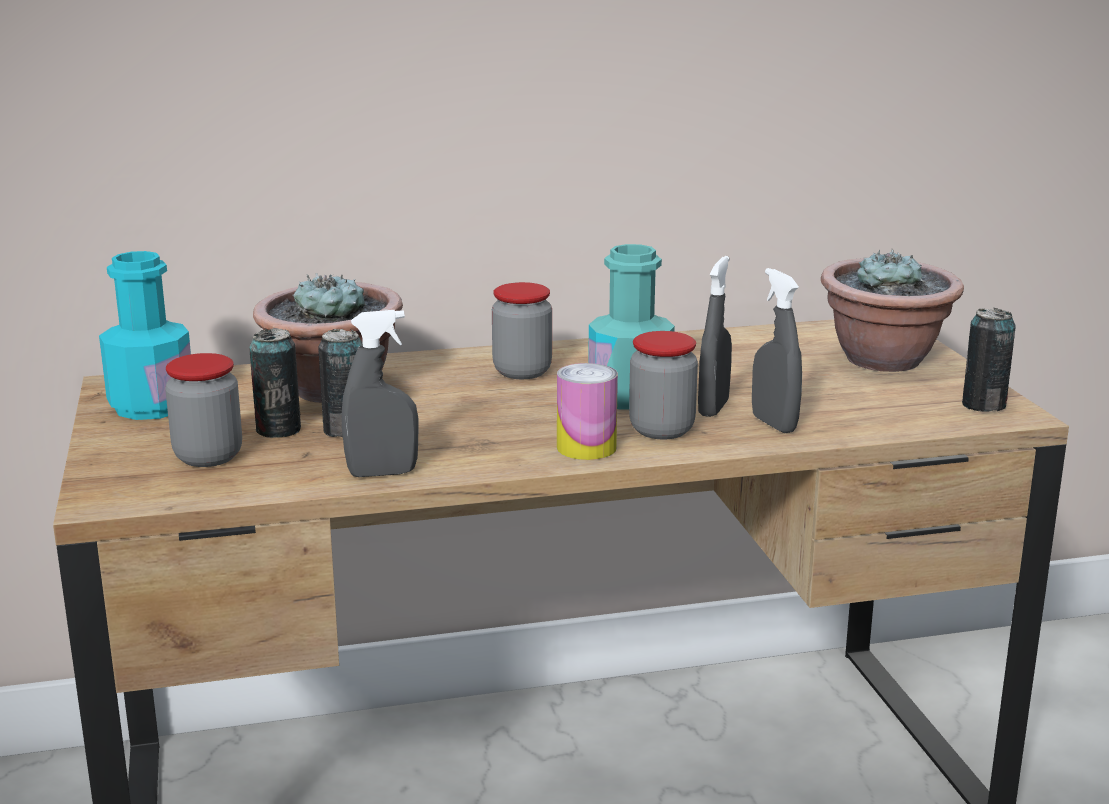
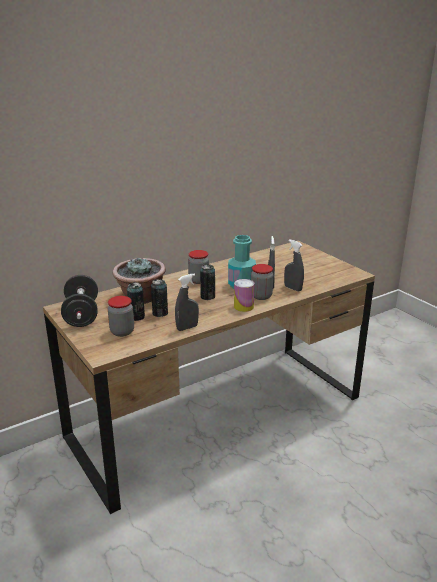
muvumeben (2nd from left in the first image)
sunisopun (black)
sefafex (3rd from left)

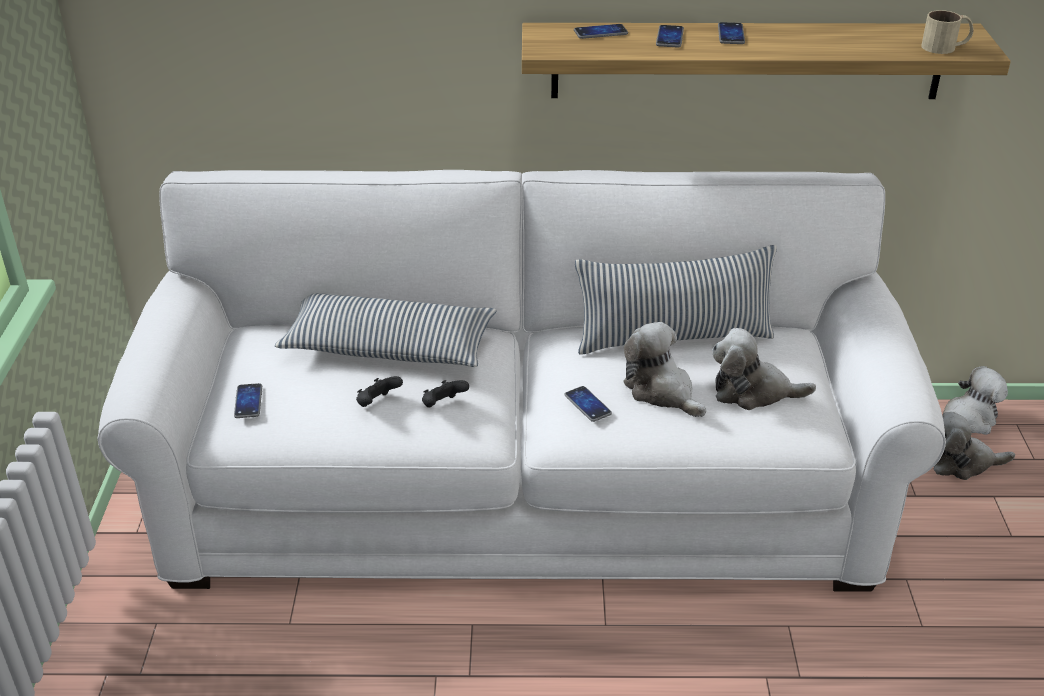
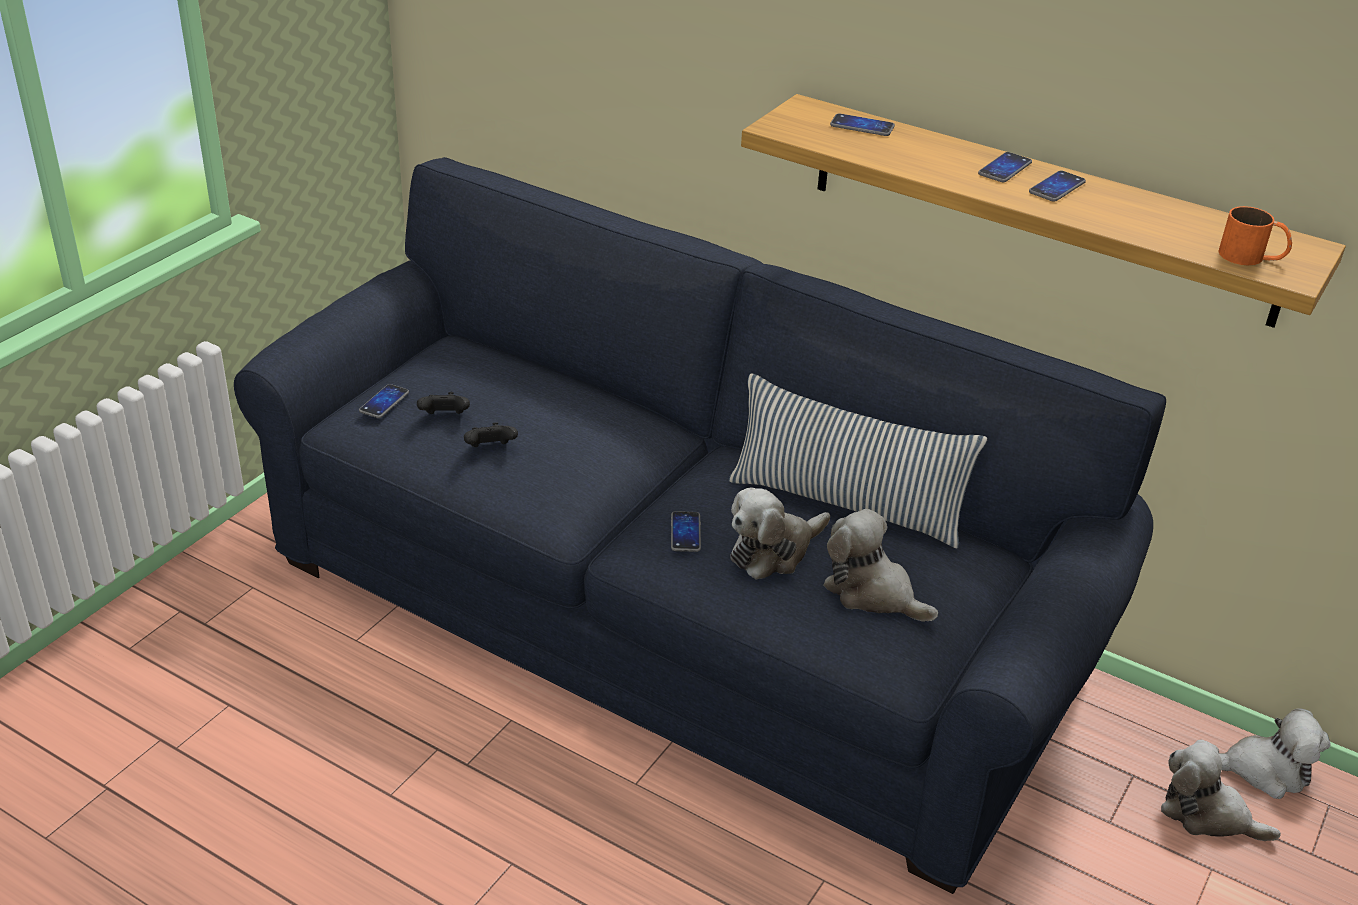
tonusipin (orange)
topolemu (5th from left)
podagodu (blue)
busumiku (1st from left in the first image)
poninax (1st from left)
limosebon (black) (1st from left)

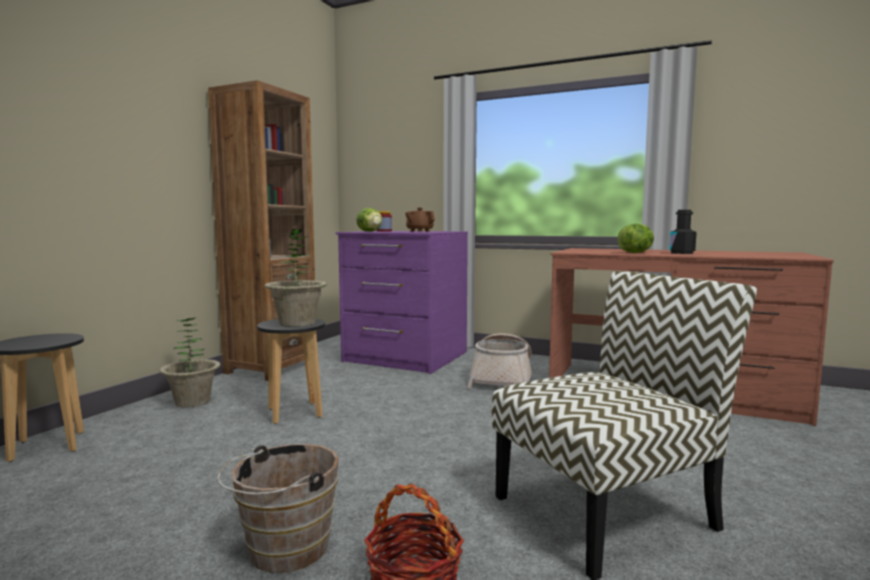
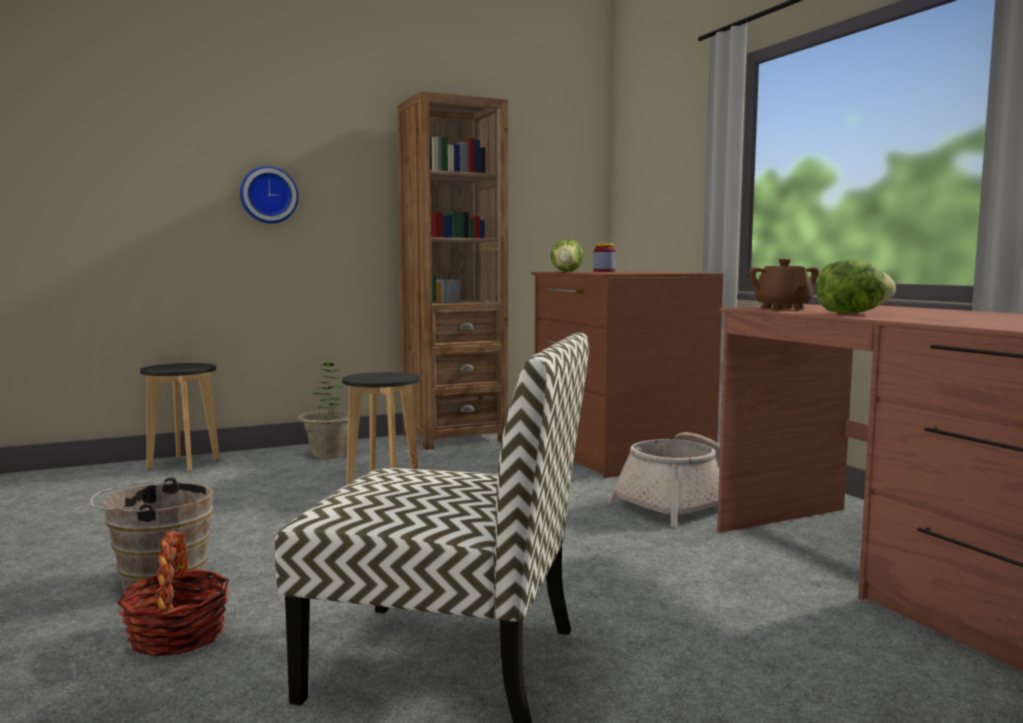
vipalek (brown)
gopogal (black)
muvumeben (2nd from left in the first image)
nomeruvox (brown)
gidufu

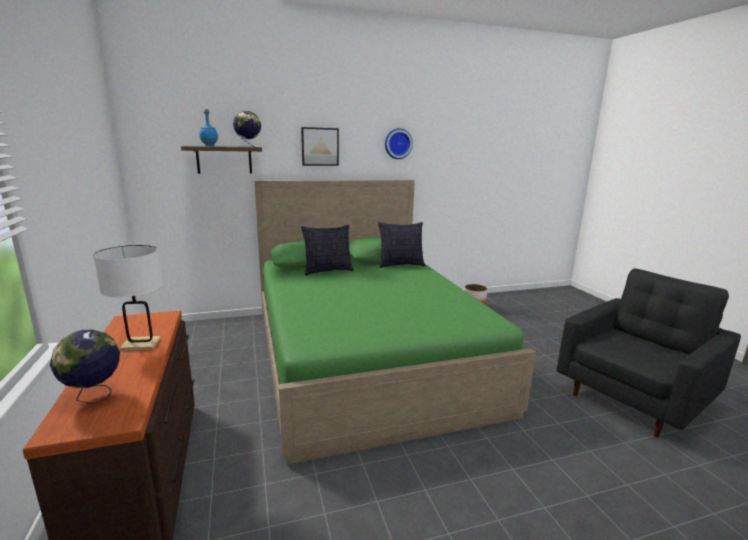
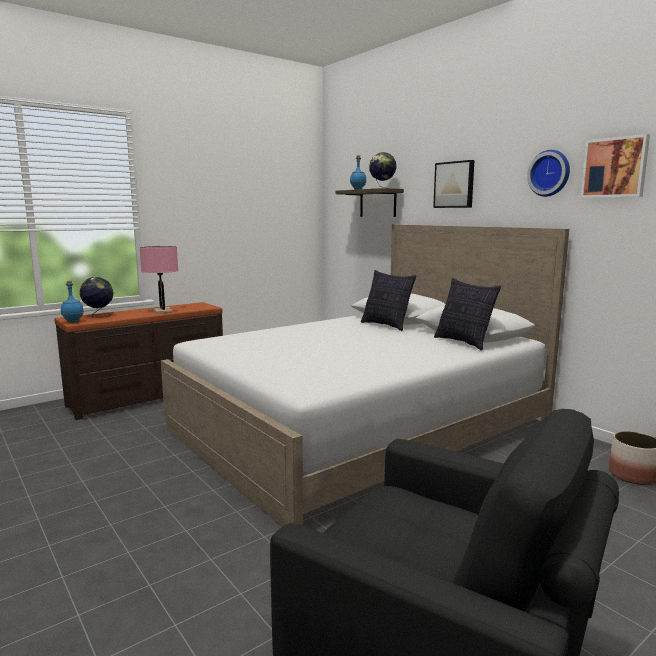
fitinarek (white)
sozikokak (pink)
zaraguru (2nd from left)
gopogal (blue) (1st from left)

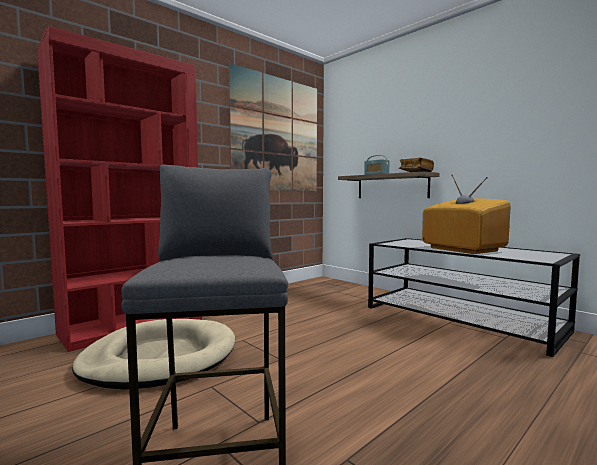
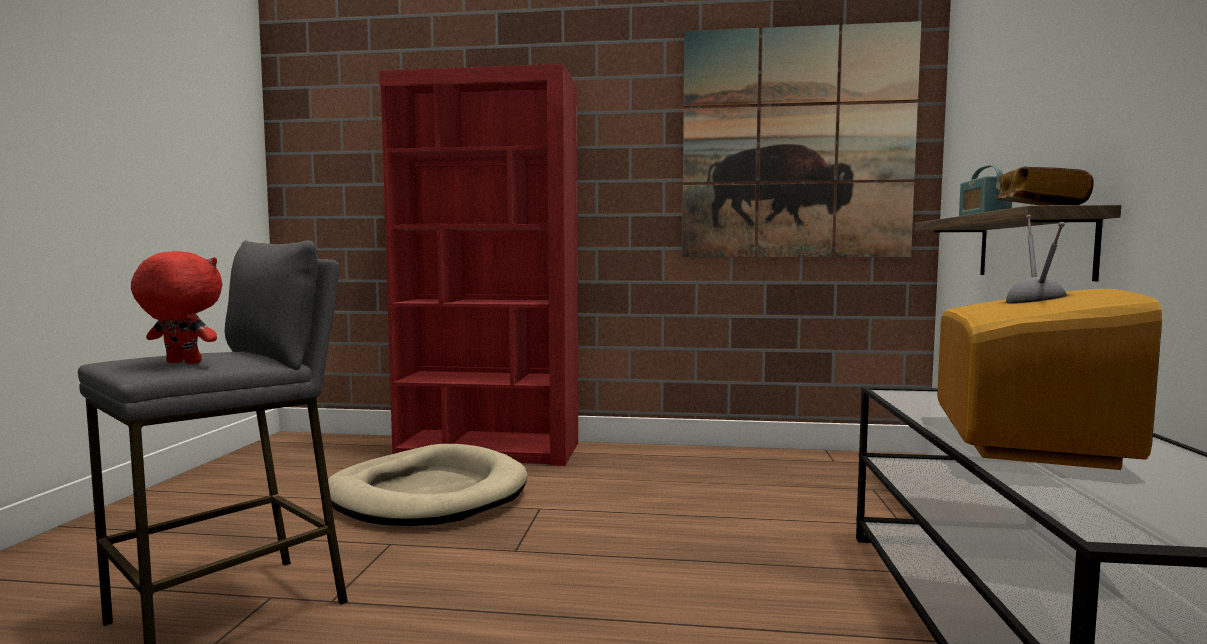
poninax (red)

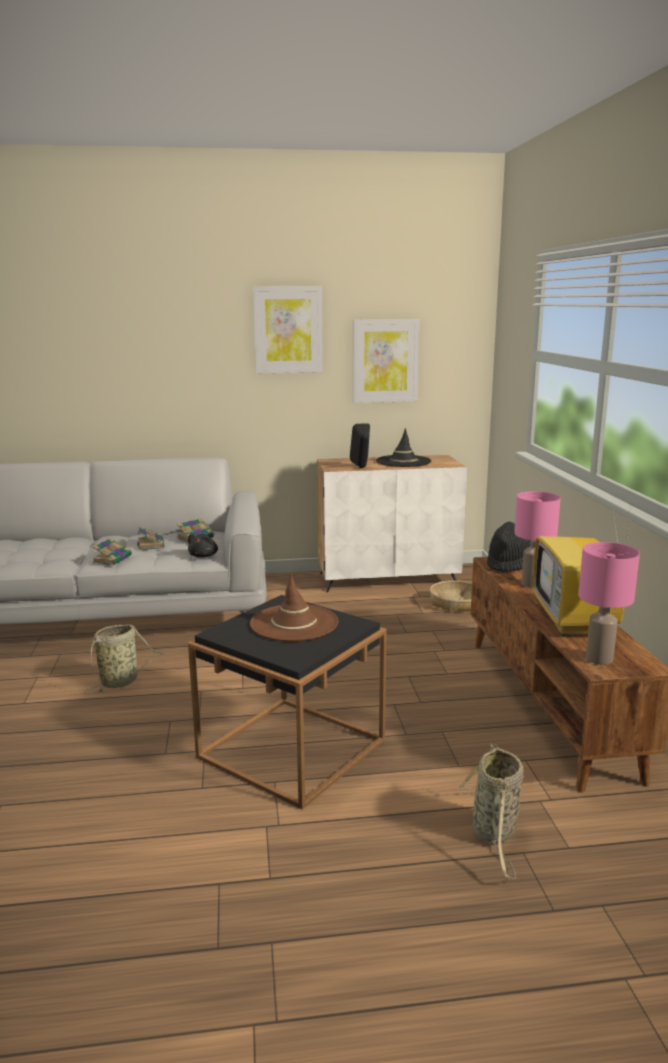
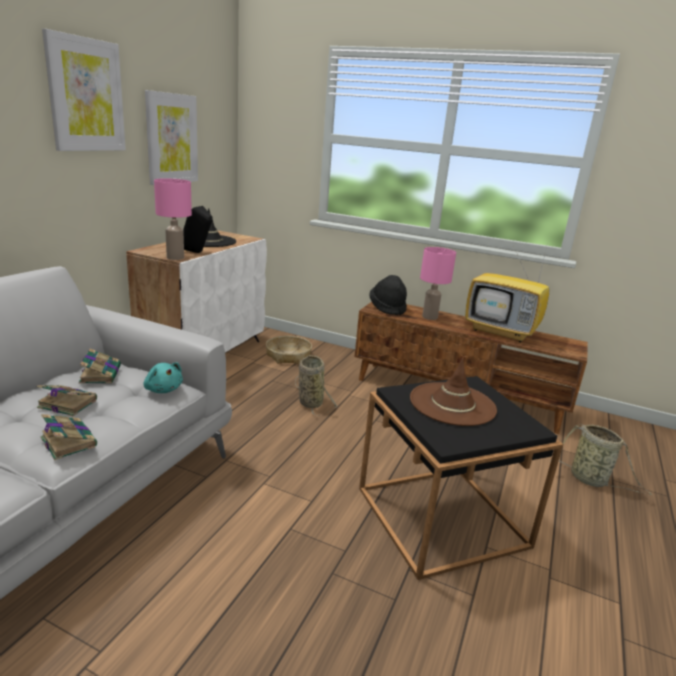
poninax (turquoise)
sozikokak (pink) (1st from left)
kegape (2nd from left)

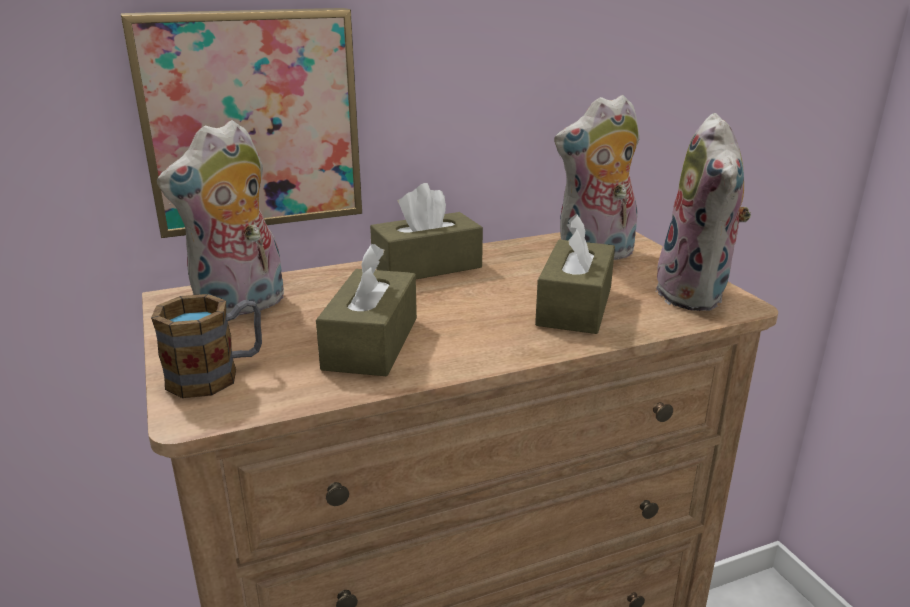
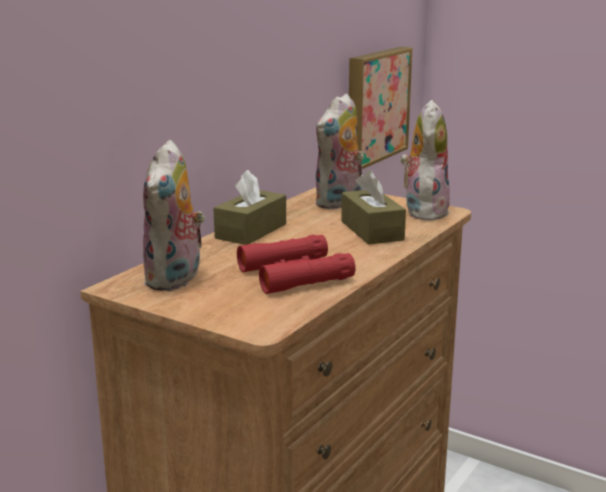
zaraguru
poninax (3rd from left)
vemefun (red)
tonusipin

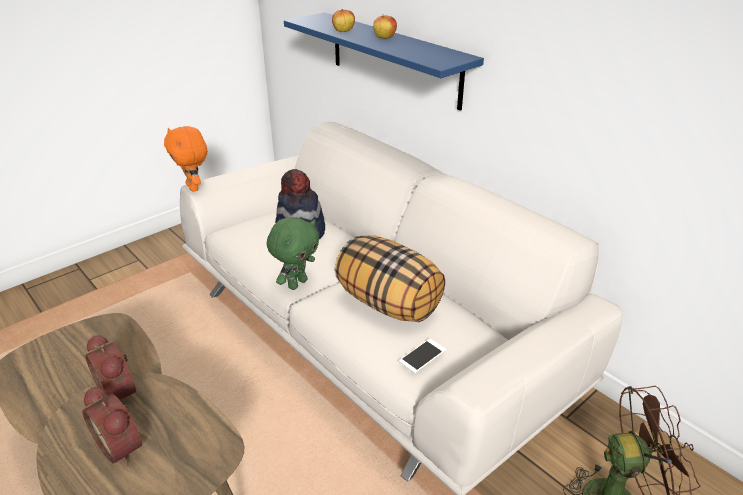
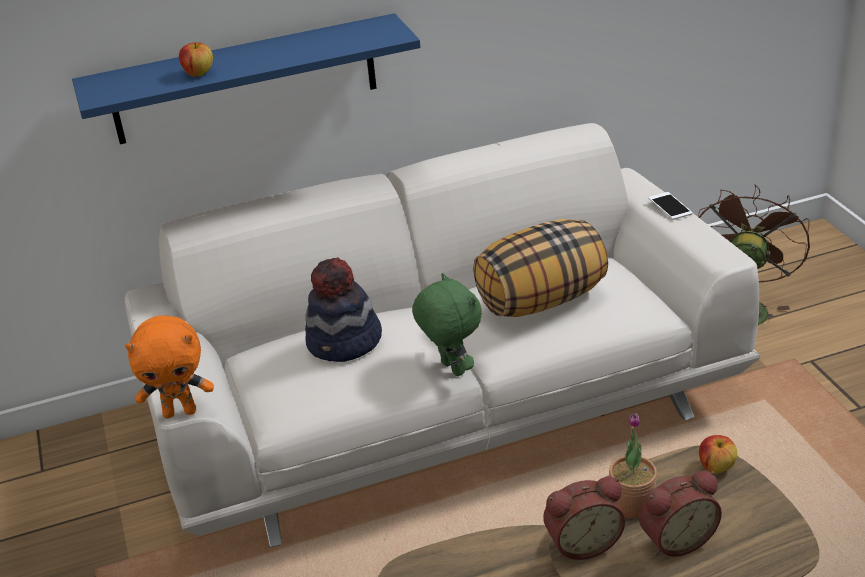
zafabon (2nd from left)
topolemu
muvumeben

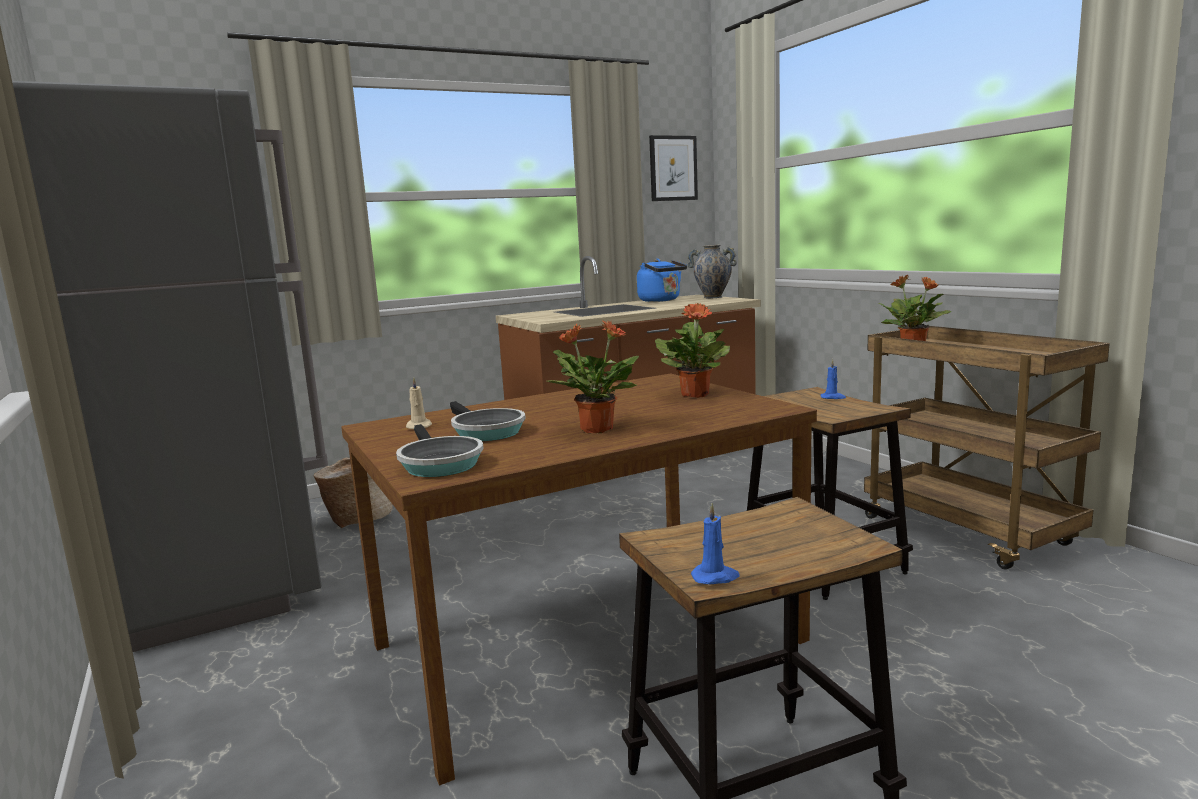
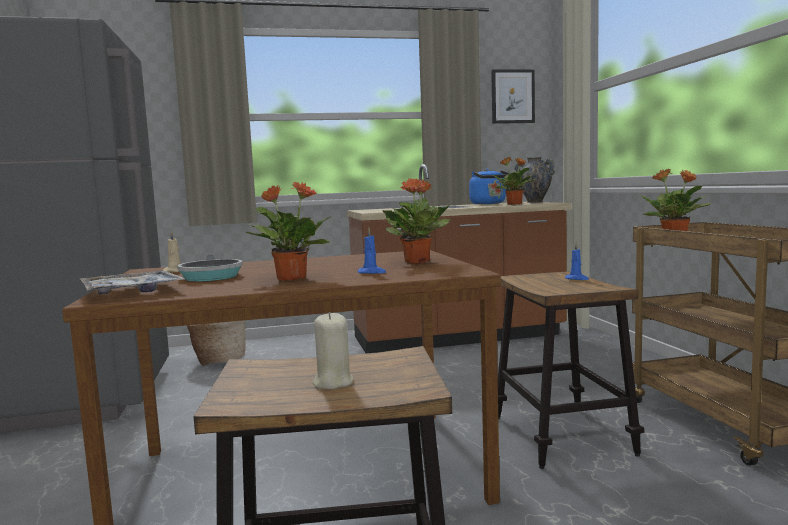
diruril
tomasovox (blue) (1st from left)
muvumeben (3rd from left)
tomasovox (beige) (2nd from left)

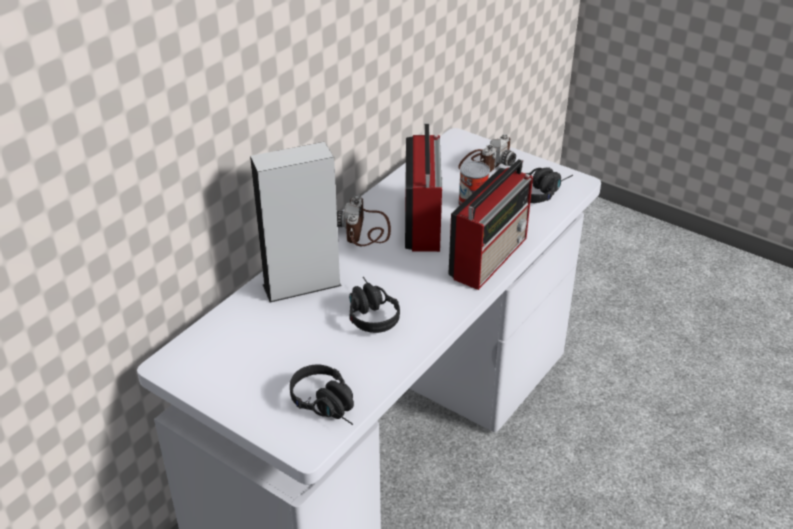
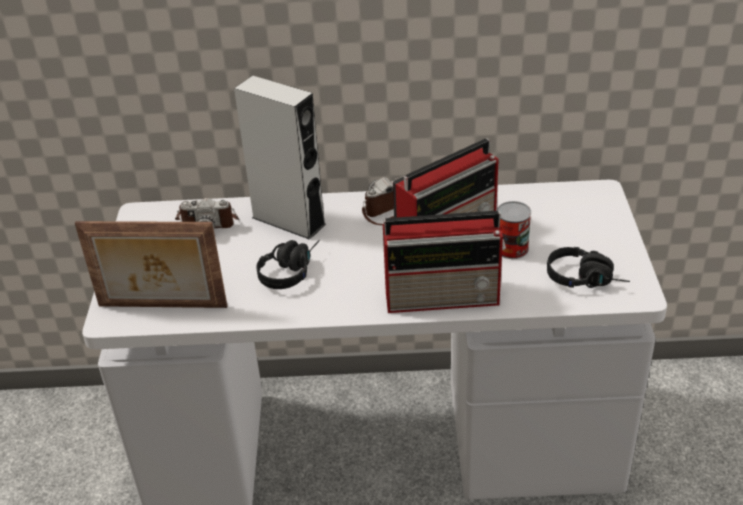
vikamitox (1st from left)
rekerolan

